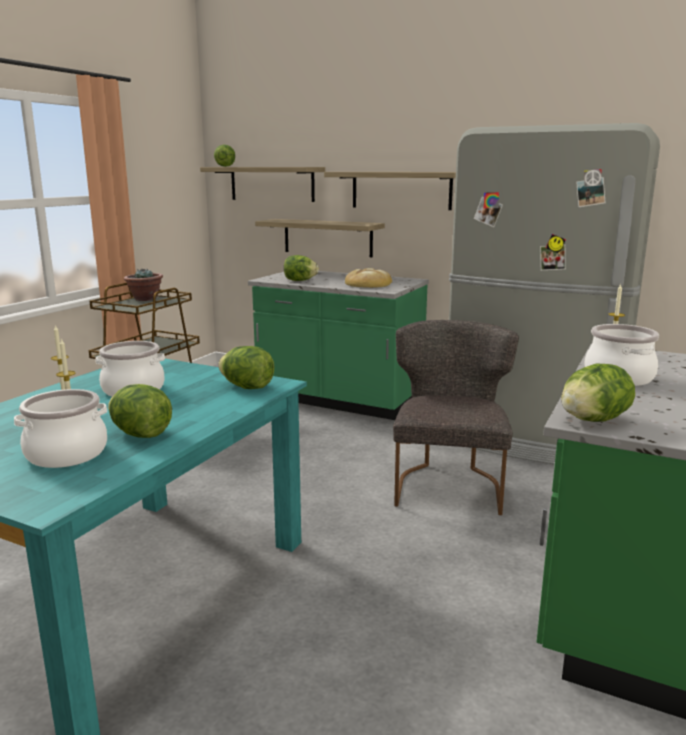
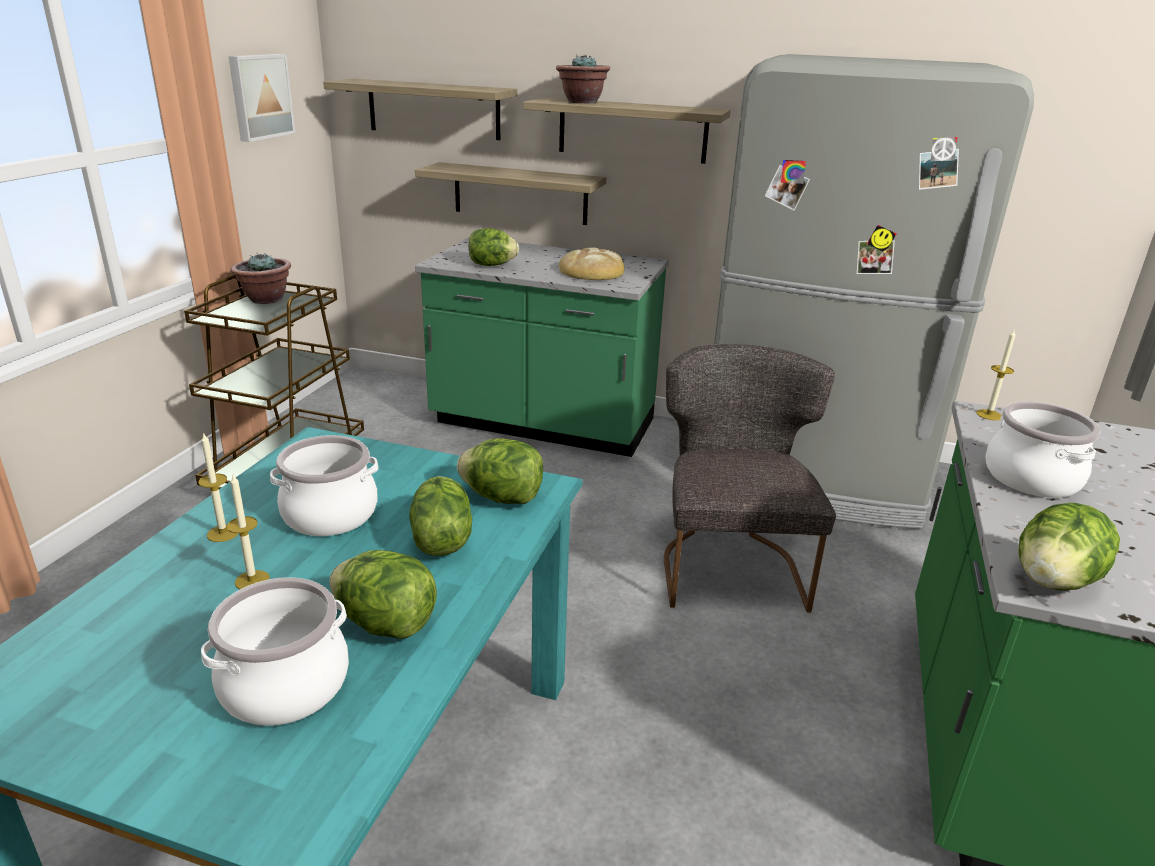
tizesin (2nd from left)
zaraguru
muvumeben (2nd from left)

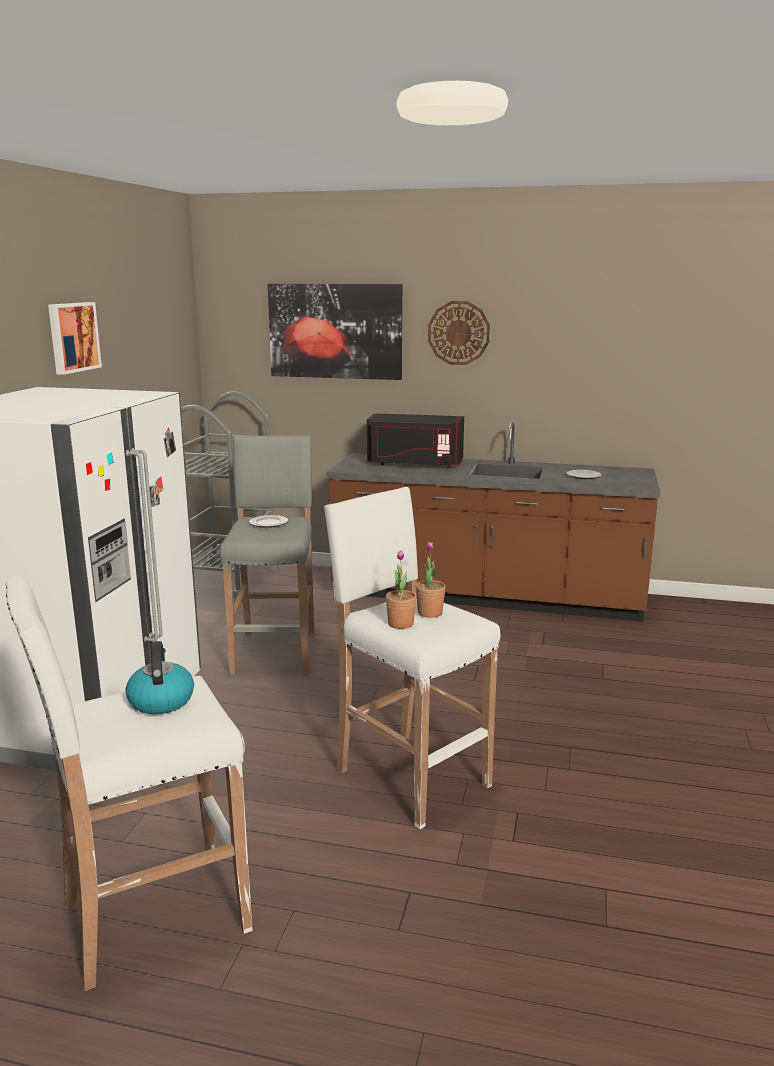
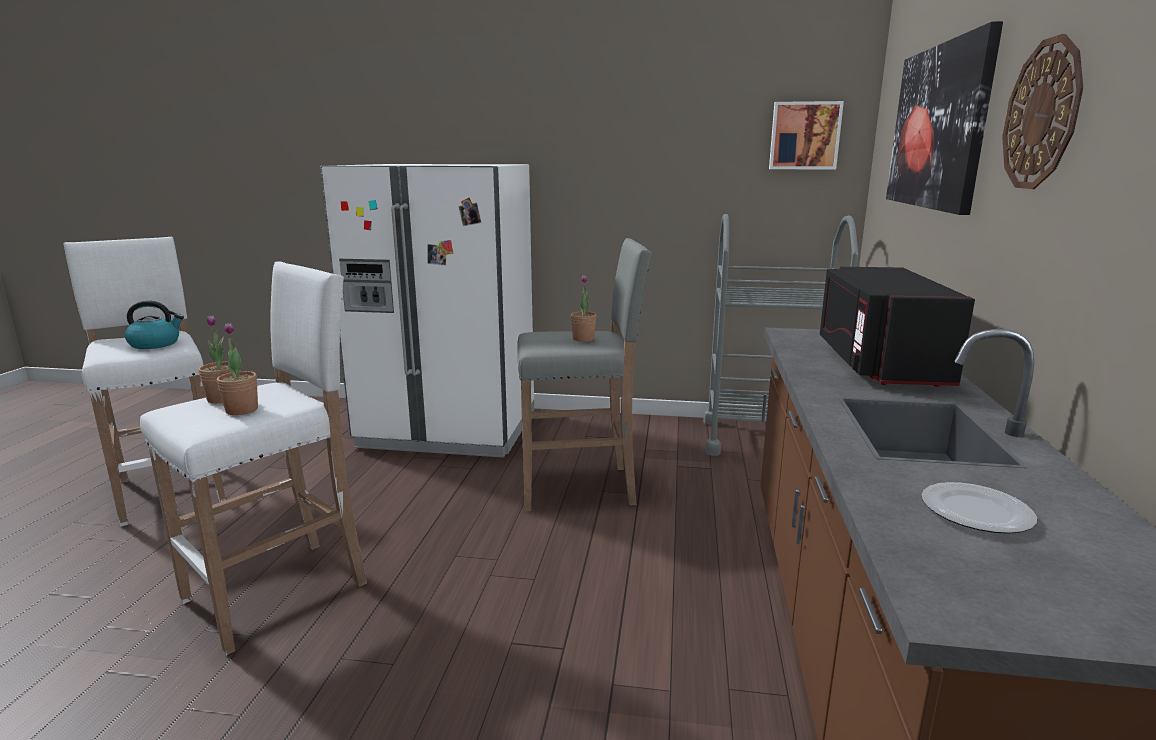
zaraguru (1st from left)
muvumeben (3rd from left)

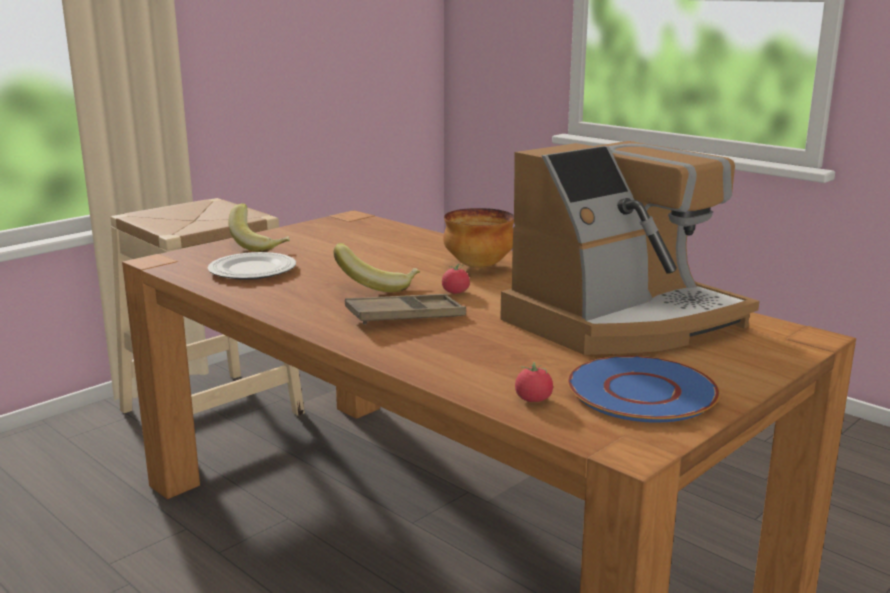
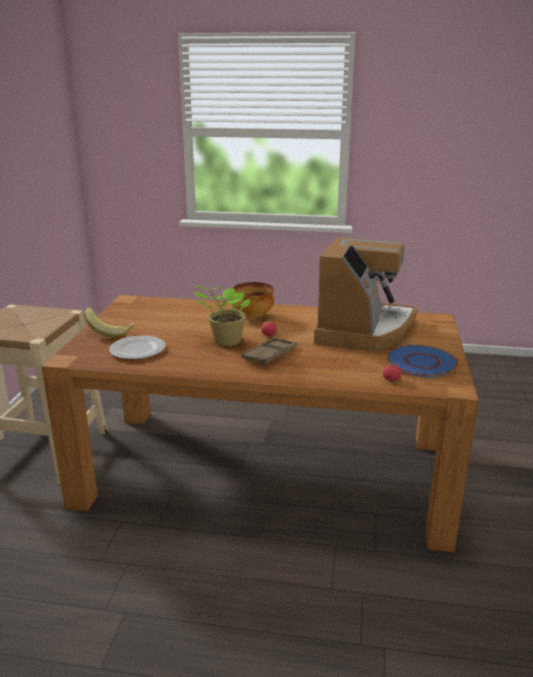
muvumeben

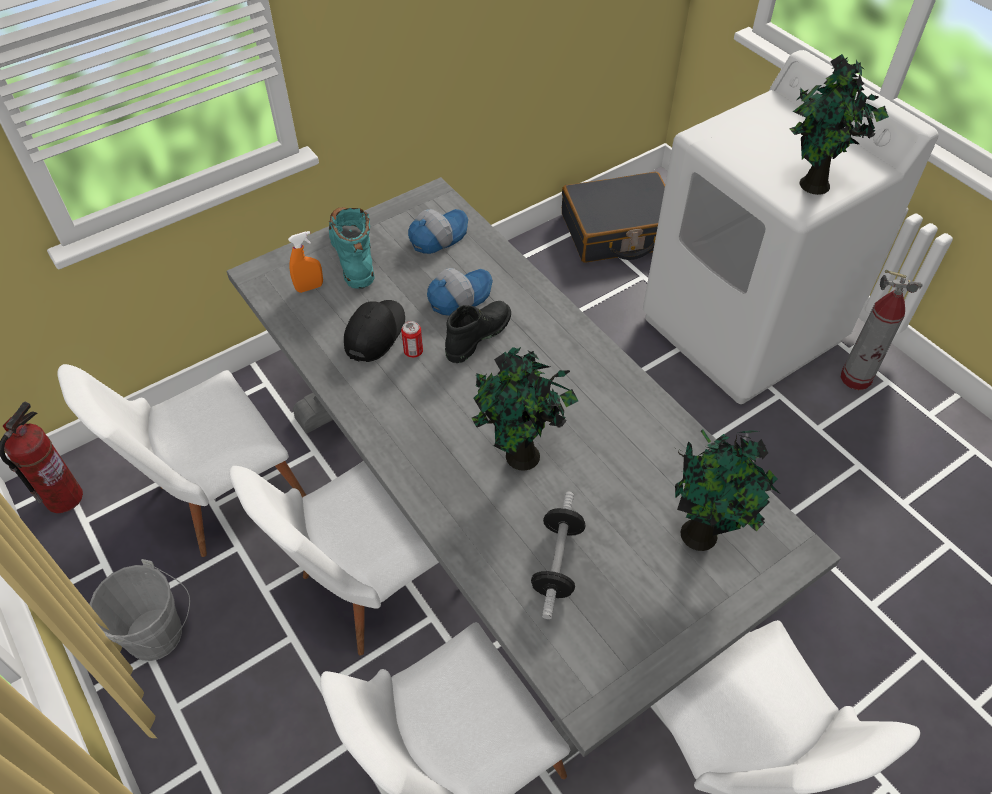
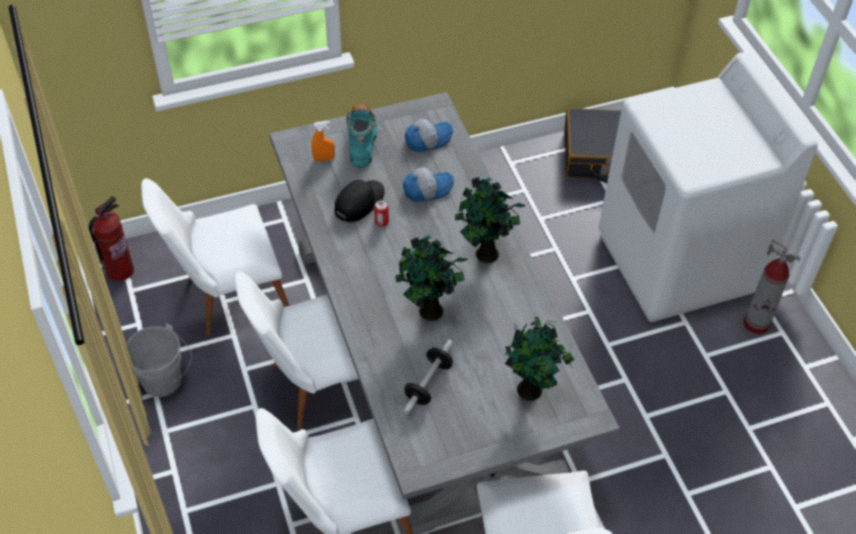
muvumeben (2nd from left)
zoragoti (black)

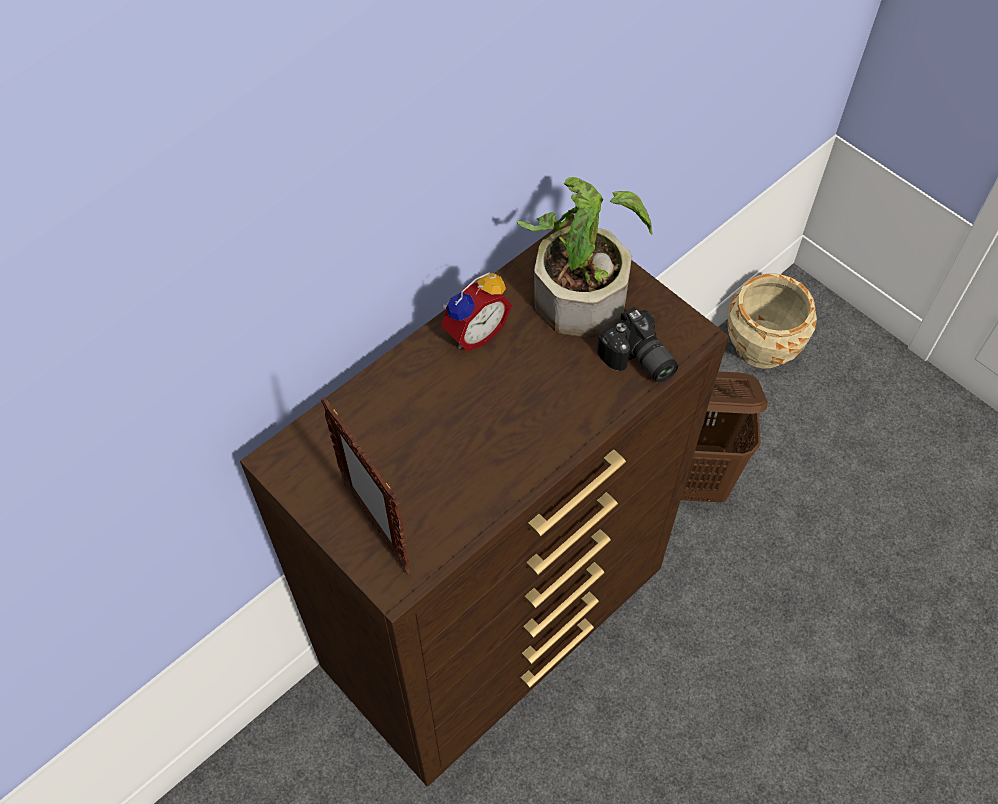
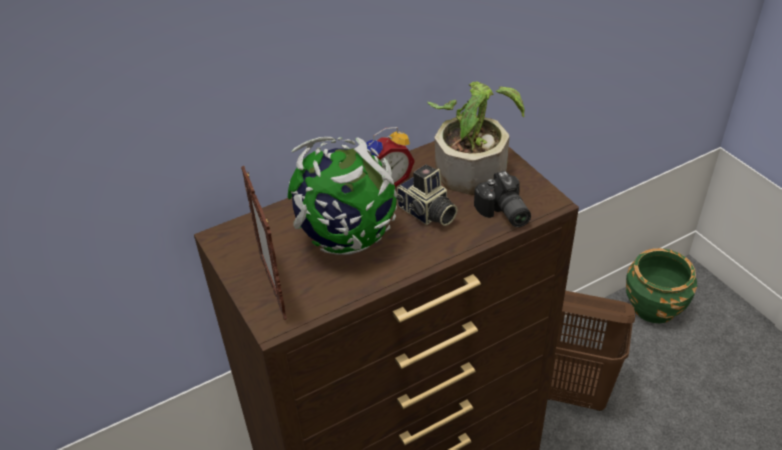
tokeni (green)
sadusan
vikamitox (1st from left)

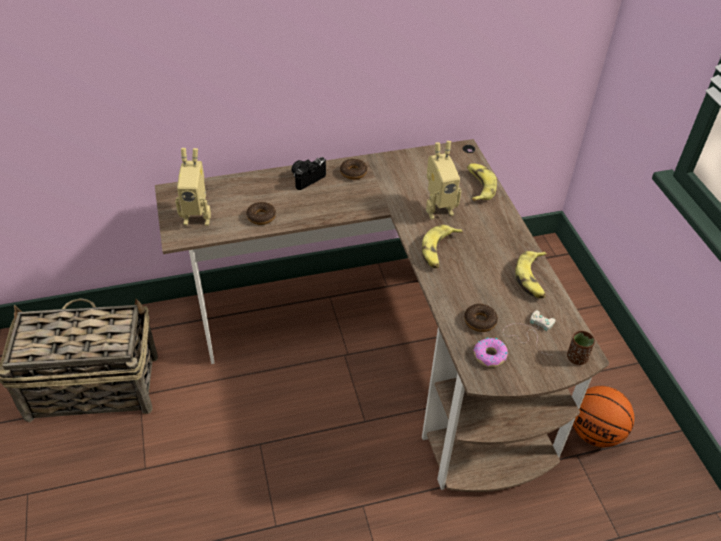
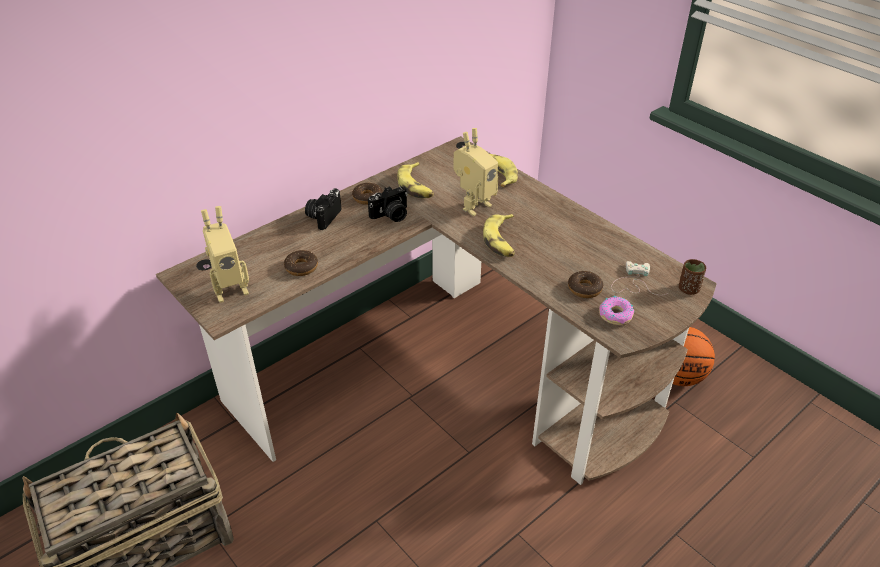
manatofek (1st from left)
vikamitox (2nd from left)

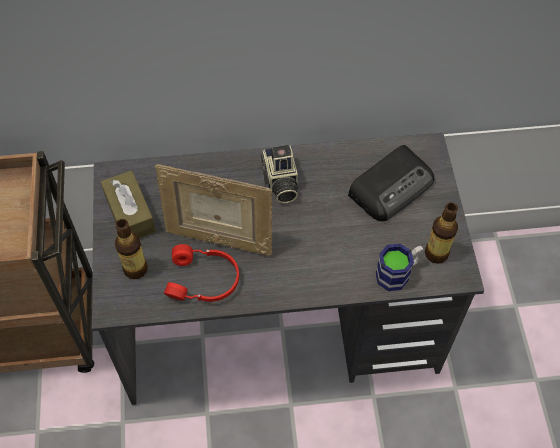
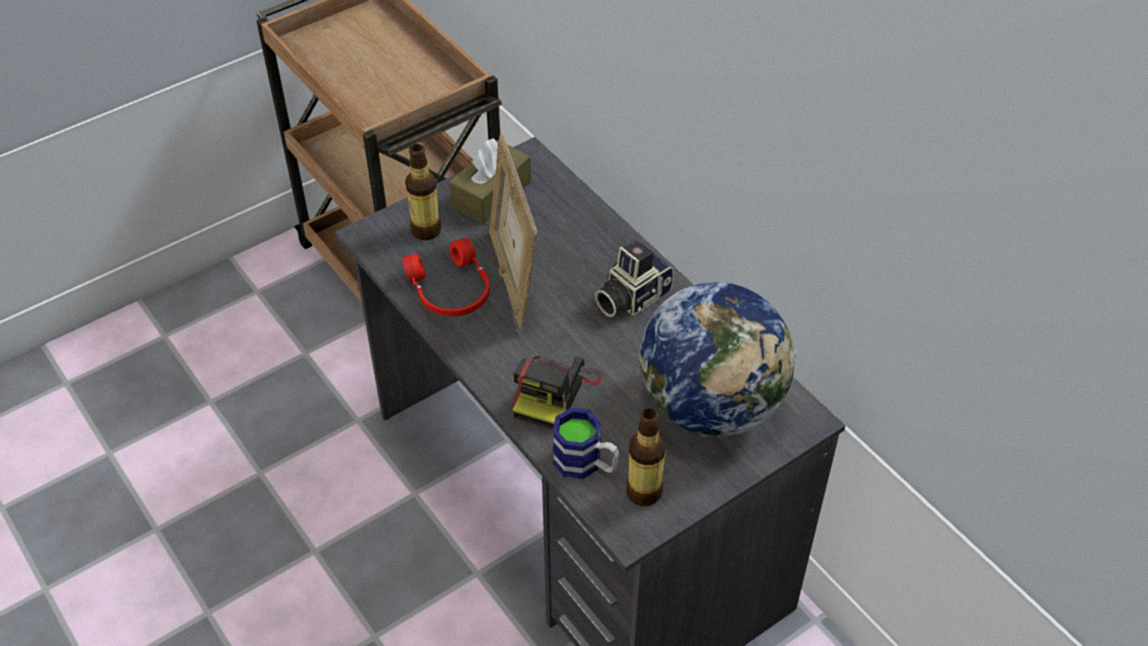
sadusan
vikamitox (1st from left)

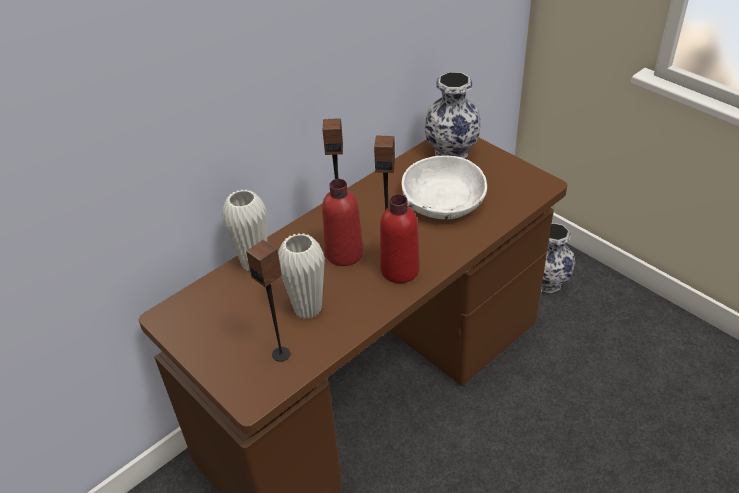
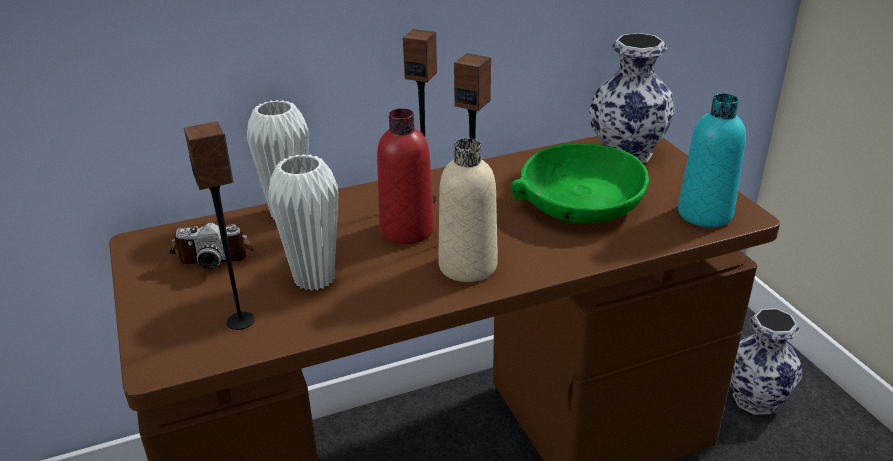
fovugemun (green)
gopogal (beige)
gopogal (turquoise)
vikamitox

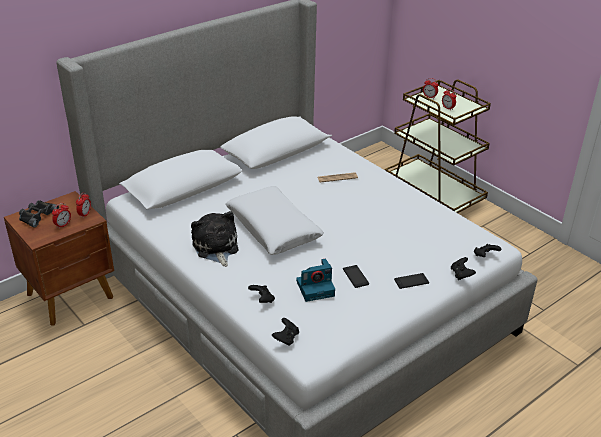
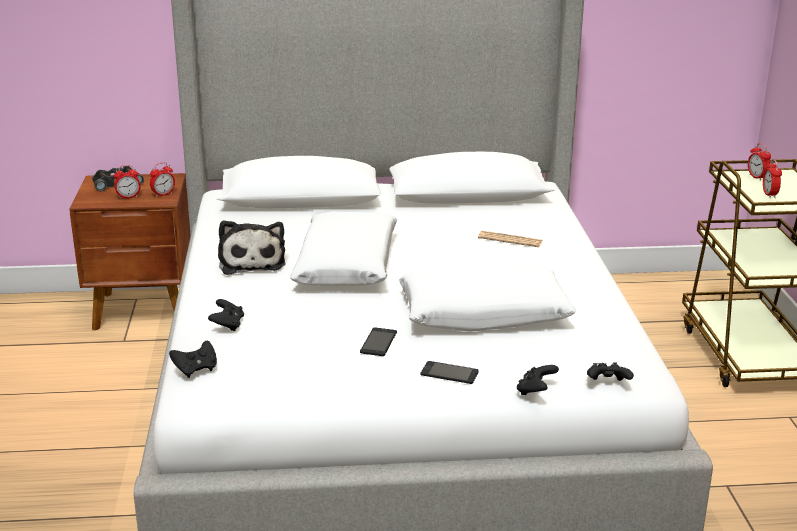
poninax
vikamitox
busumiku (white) (2nd from left)

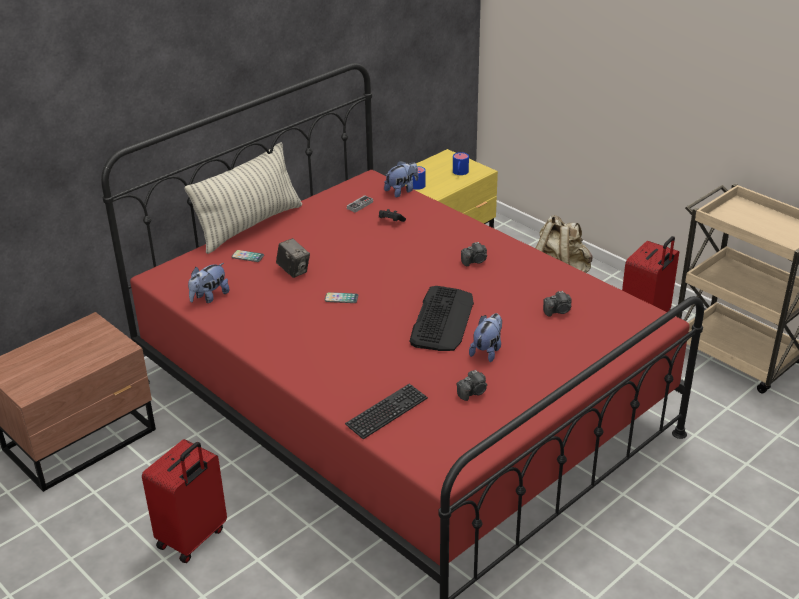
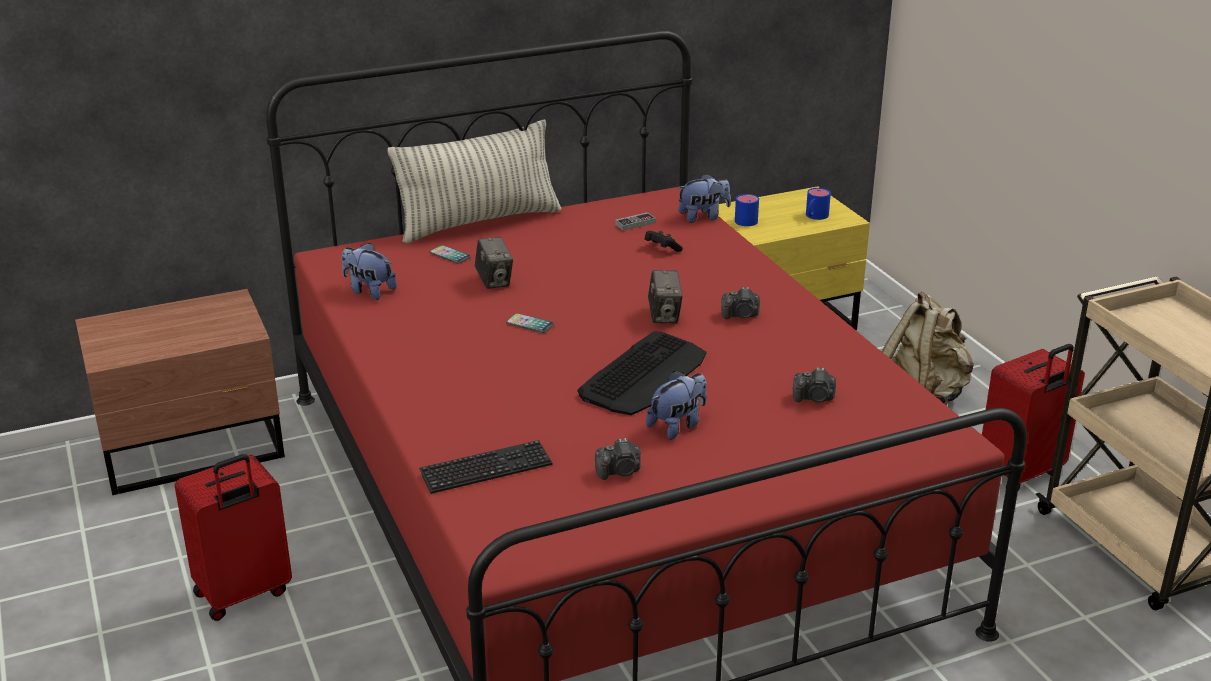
poninax (1st from left)
vikamitox (3rd from left)

